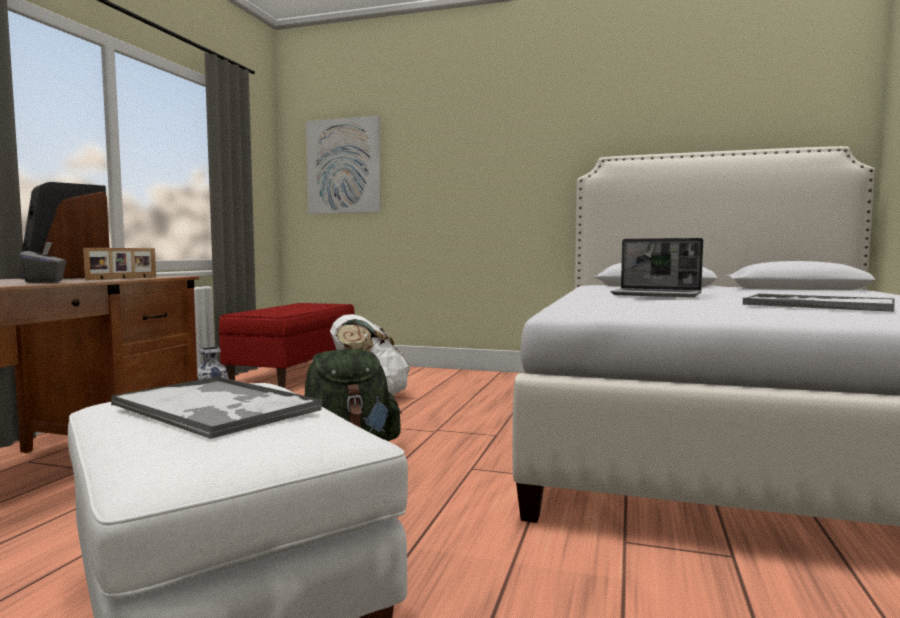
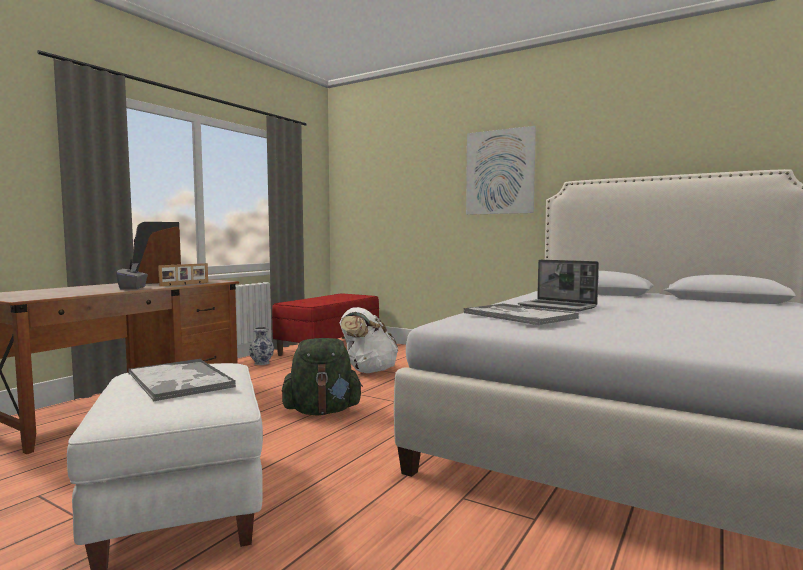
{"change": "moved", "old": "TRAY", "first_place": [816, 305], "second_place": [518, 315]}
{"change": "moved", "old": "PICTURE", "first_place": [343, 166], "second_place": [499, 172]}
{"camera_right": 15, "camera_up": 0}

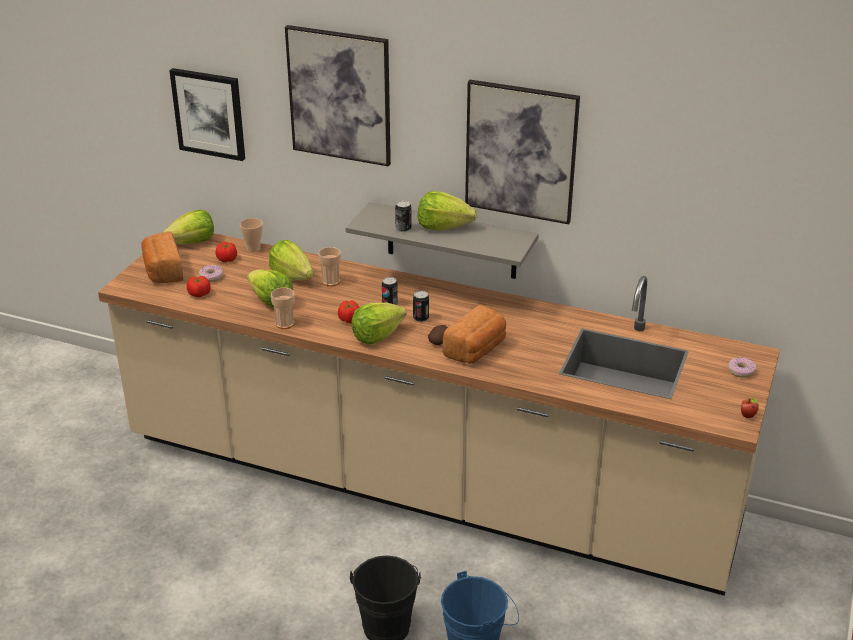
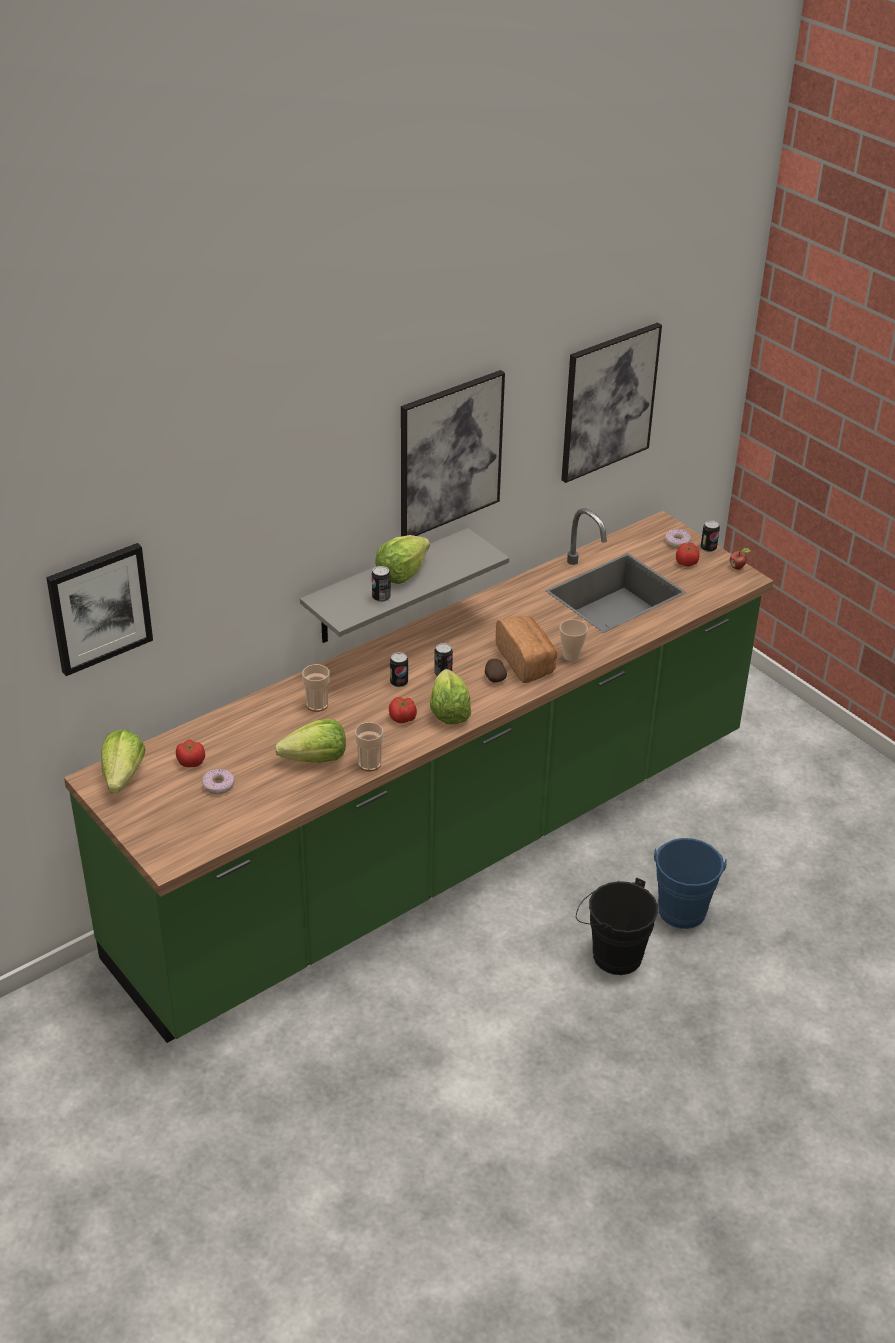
{"change": "recoloured", "old": "BEIGE-COLOURED KITCHEN COUNTER", "new": "GREEN KITCHEN COUNTER", "first_place": [426, 484], "second_place": [443, 847]}
{"change": "moved", "old": "DRINKING CUP", "first_place": [253, 249], "second_place": [571, 656]}
{"change": "moved", "old": "PICTURE", "first_place": [340, 95], "second_place": [608, 401]}
{"change": "moved", "old": "FRESH TOMATO", "first_place": [199, 294], "second_place": [686, 562]}
{"change": "added", "new": "CAN", "second_place": [708, 548]}
{"change": "removed", "old": "BREAD", "first_place": [163, 271]}
{"change": "removed", "old": "LETTUCE", "first_place": [292, 276]}
{"camera_right": -60, "camera_up": 5}

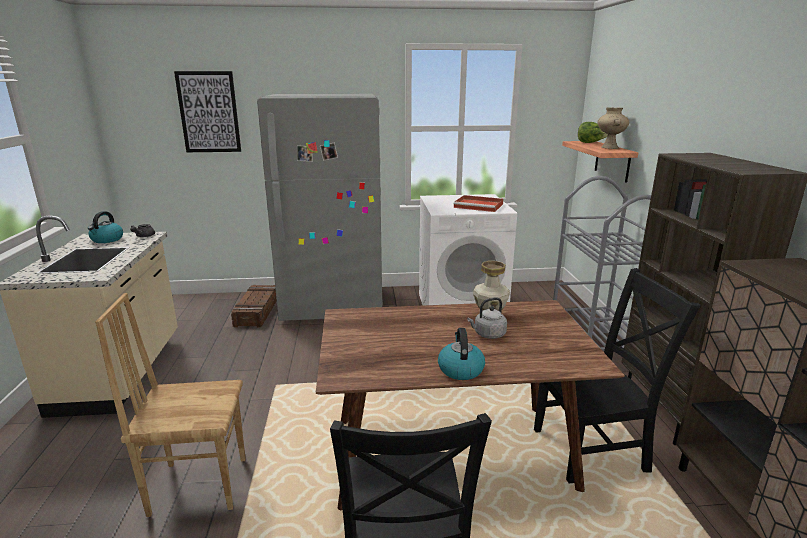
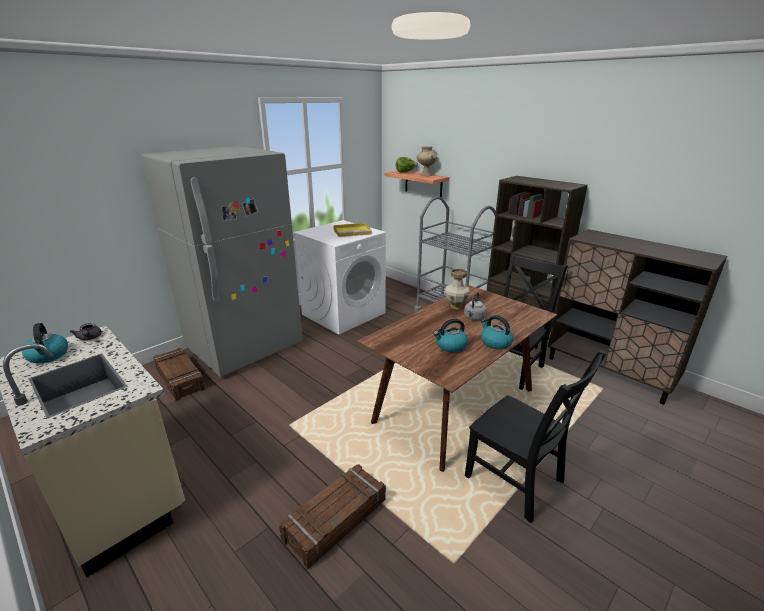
{"change": "replaced", "old": "BROWNISH CHAIR", "new": "SHIPPING CRATE", "first_place": [198, 484], "second_place": [335, 519]}
{"change": "recoloured", "old": "RED-COLOURED TRAY", "new": "YELLOW TRAY", "first_place": [479, 206], "second_place": [353, 231]}
{"change": "added", "new": "KETTLE", "second_place": [450, 346]}
{"change": "removed", "old": "PICTURE", "first_place": [209, 112]}
{"camera_right": -40, "camera_up": 5}

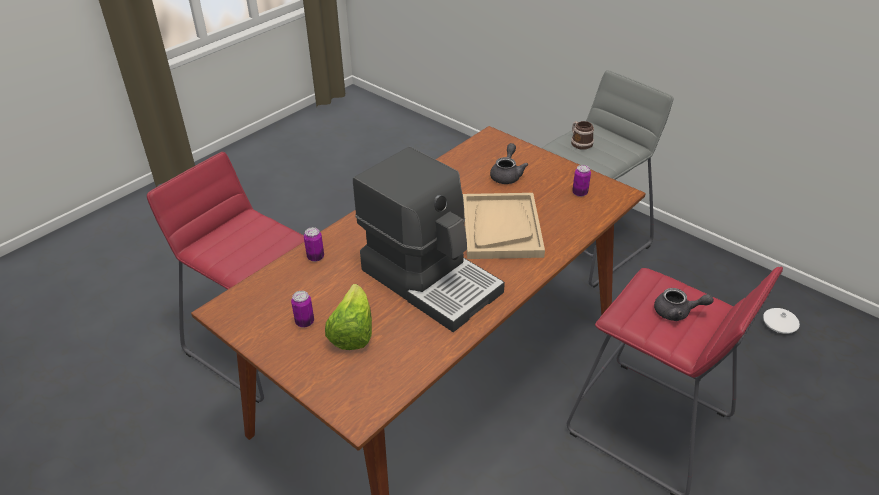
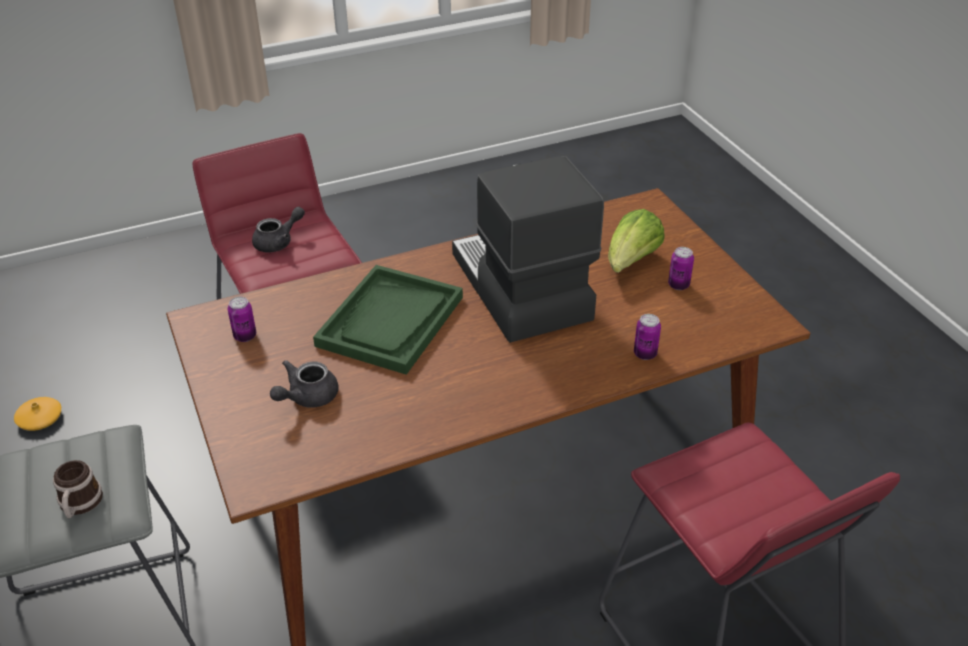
{"change": "recoloured", "old": "WHITE-COLOURED VASE", "new": "ORANGE-COLOURED VASE", "first_place": [779, 324], "second_place": [40, 418]}
{"change": "turned", "old": "GREY POT FOR TEA", "first_place": [677, 312], "second_place": [278, 242], "degrees": 105}
{"change": "recoloured", "old": "BEIGE-COLOURED TRAY", "new": "GREEN TRAY", "first_place": [501, 227], "second_place": [390, 322]}
{"camera_right": -155, "camera_up": 0}

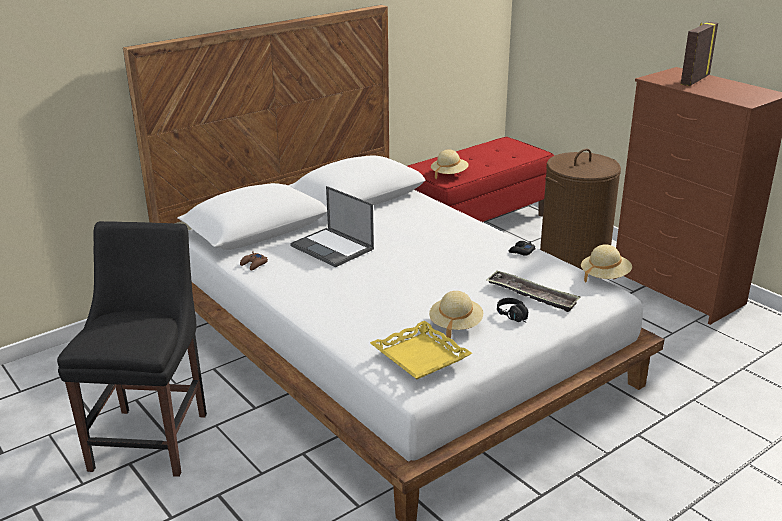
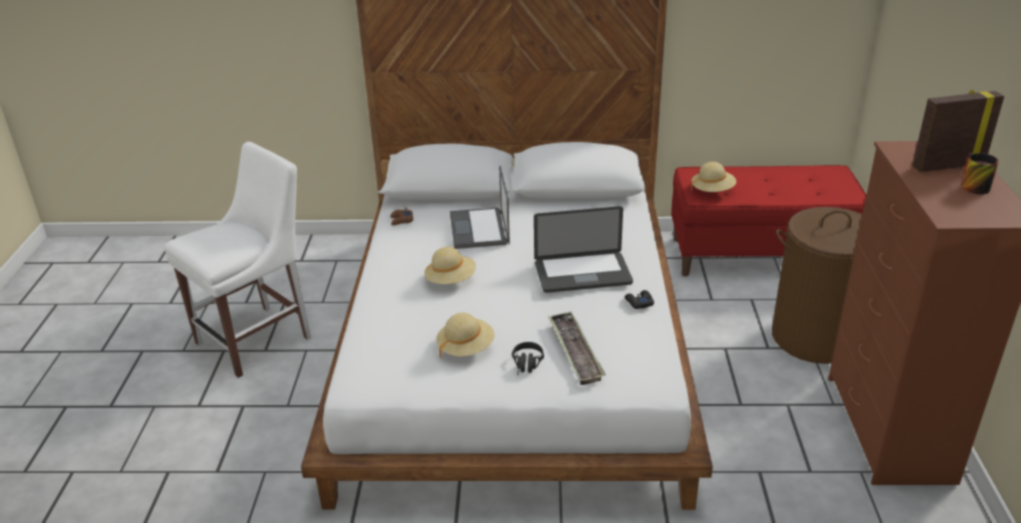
{"change": "recoloured", "old": "BLACK CHAIR", "new": "WHITE-COLOURED CHAIR", "first_place": [153, 437], "second_place": [259, 338]}
{"change": "moved", "old": "BEIGE-COLOURED CLOTHING HAT", "first_place": [604, 276], "second_place": [451, 280]}
{"change": "added", "new": "LAPTOP", "second_place": [582, 274]}
{"change": "added", "new": "COFFEE MUG", "second_place": [971, 185]}
{"change": "removed", "old": "YELLOW TRAY", "first_place": [419, 356]}
{"camera_right": 40, "camera_up": 5}

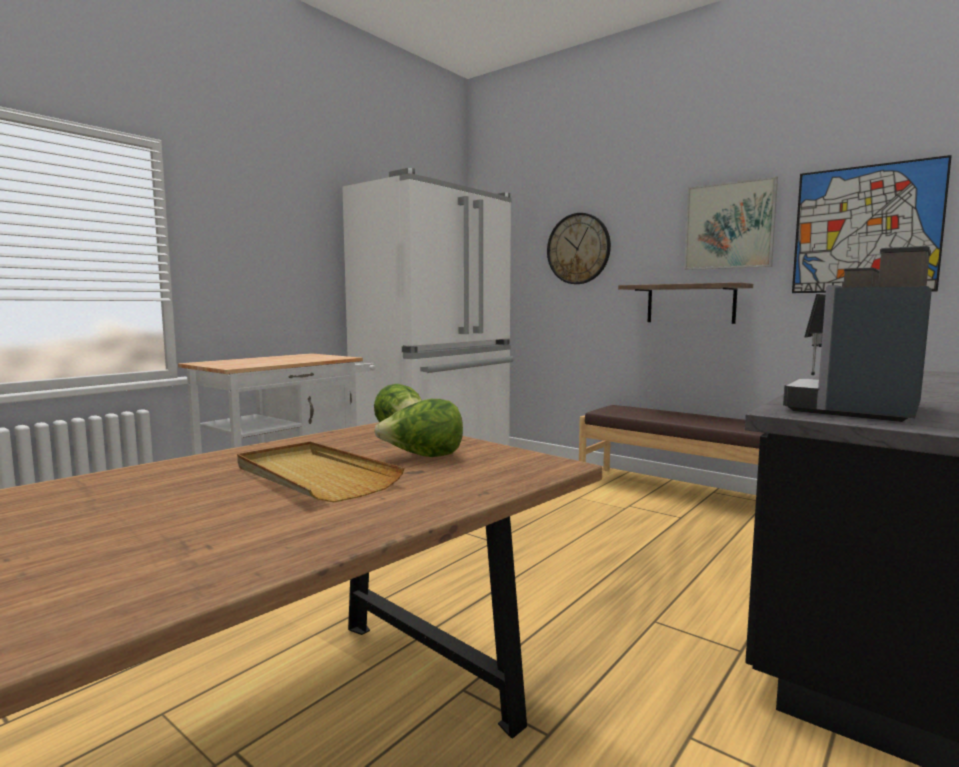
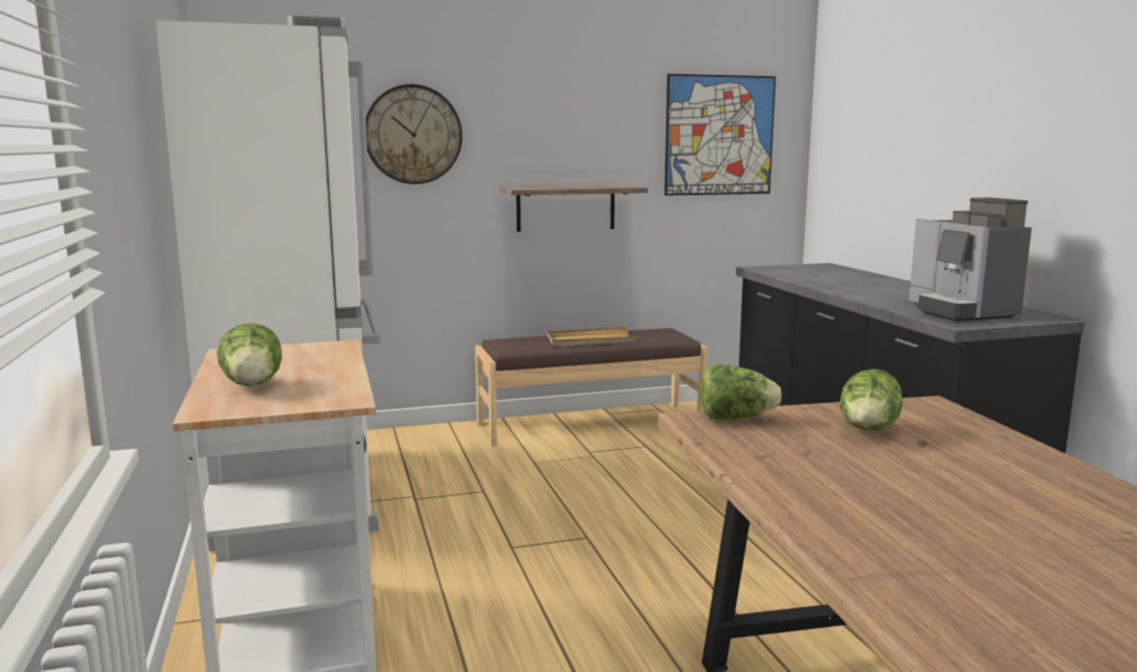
{"change": "added", "new": "LETTUCE", "second_place": [253, 386]}
{"change": "moved", "old": "BEIGE-COLOURED TRAY", "first_place": [313, 476], "second_place": [590, 340]}
{"change": "removed", "old": "PICTURE", "first_place": [729, 226]}
{"camera_right": -55, "camera_up": 5}

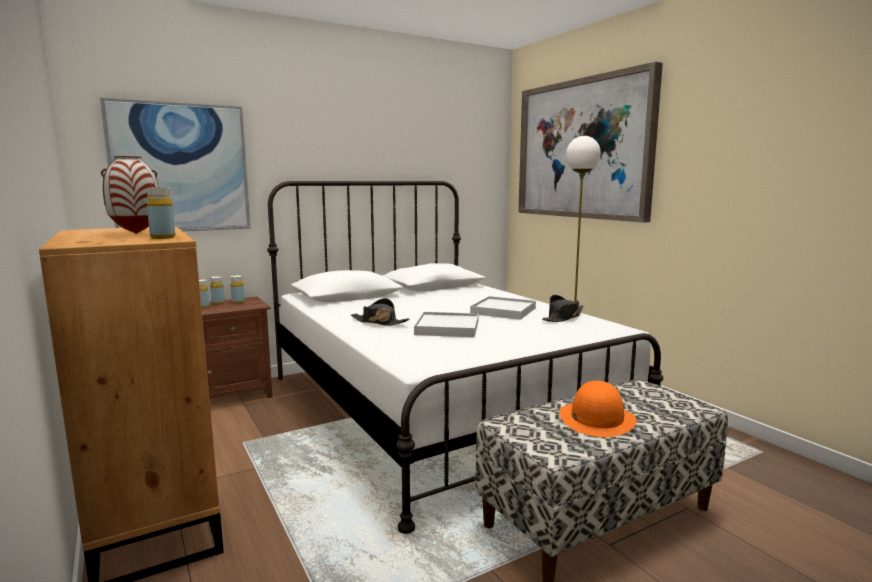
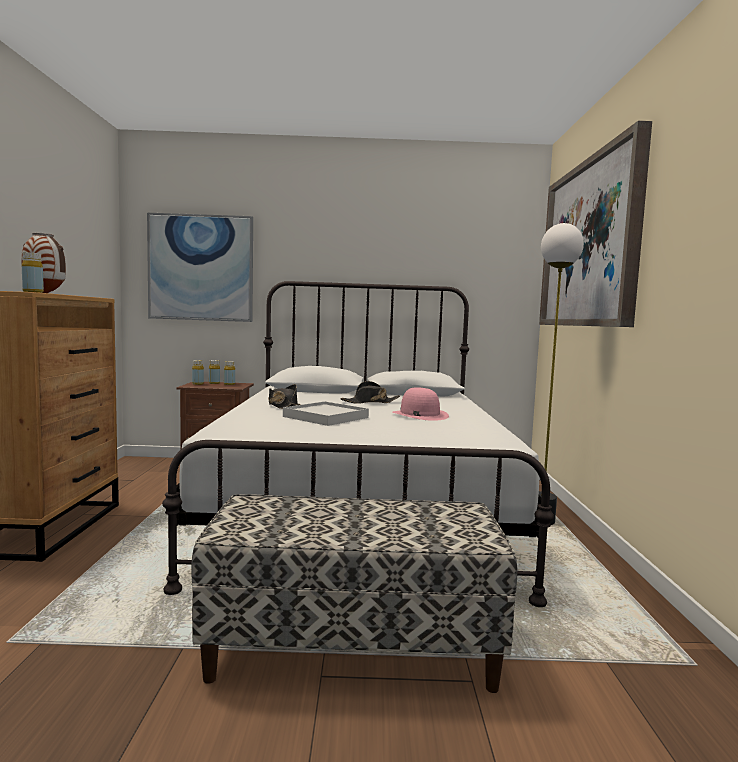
{"change": "moved", "old": "BLACK CLOTHING HAT", "first_place": [563, 317], "second_place": [370, 402]}
{"change": "replaced", "old": "WHITE-COLOURED TRAY", "new": "PINK-COLOURED CLOTHING HAT", "first_place": [503, 311], "second_place": [419, 415]}
{"change": "removed", "old": "ORANGE-COLOURED CLOTHING HAT", "first_place": [596, 419]}
{"camera_right": 30, "camera_up": -5}

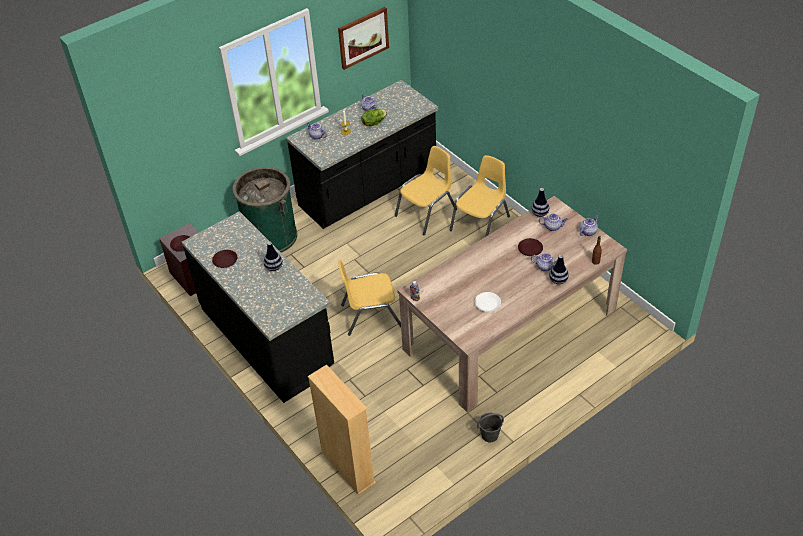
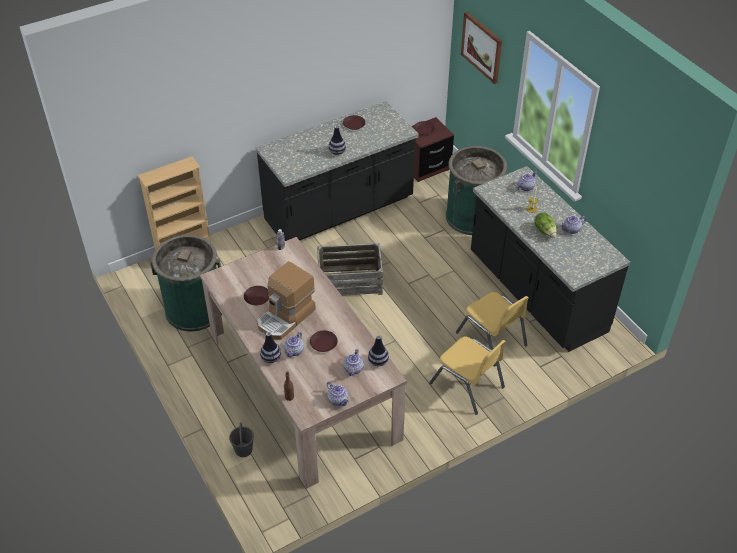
{"change": "added", "new": "GREEN RUBBISH BIN", "second_place": [194, 309]}
{"change": "moved", "old": "GREY WATER BUCKET", "first_place": [490, 435], "second_place": [243, 450]}
{"change": "recoloured", "old": "WHITE-COLOURED PLATE", "new": "BROWNISH PLATE", "first_place": [487, 304], "second_place": [257, 297]}
{"change": "added", "new": "COFFEE BREWER", "second_place": [286, 317]}
{"change": "replaced", "old": "YELLOW CHAIR", "new": "SHIPPING CRATE", "first_place": [370, 315], "second_place": [350, 280]}
{"change": "moved", "old": "PICTURE", "first_place": [363, 37], "second_place": [482, 47]}
{"camera_right": 95, "camera_up": 0}

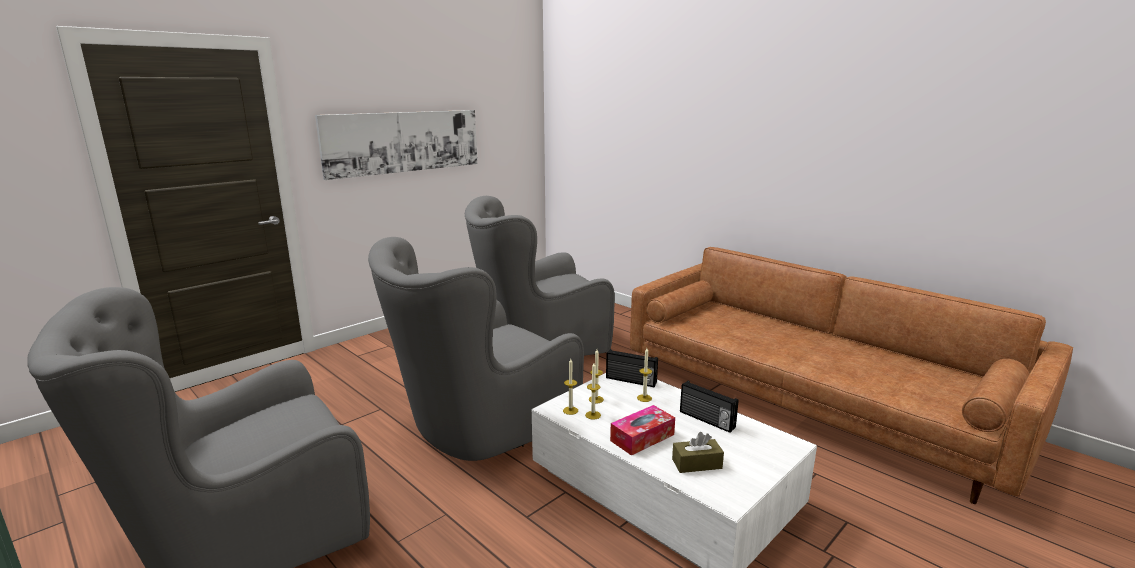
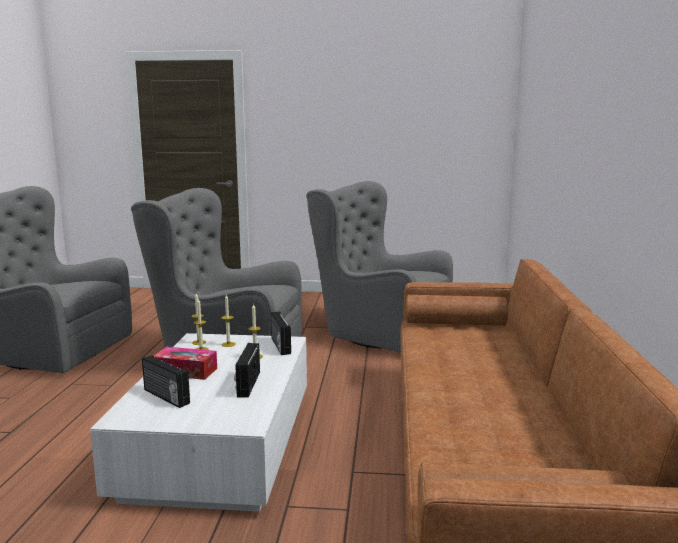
{"change": "replaced", "old": "BROWNISH BOX OF TISSUES", "new": "RADIO SET", "first_place": [696, 464], "second_place": [165, 397]}
{"change": "removed", "old": "PICTURE", "first_place": [404, 142]}
{"camera_right": 50, "camera_up": -5}

